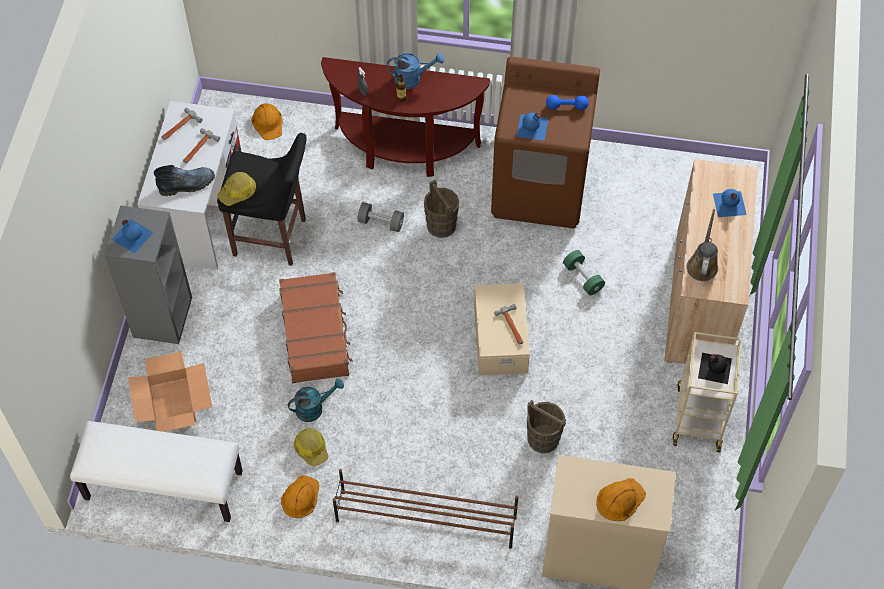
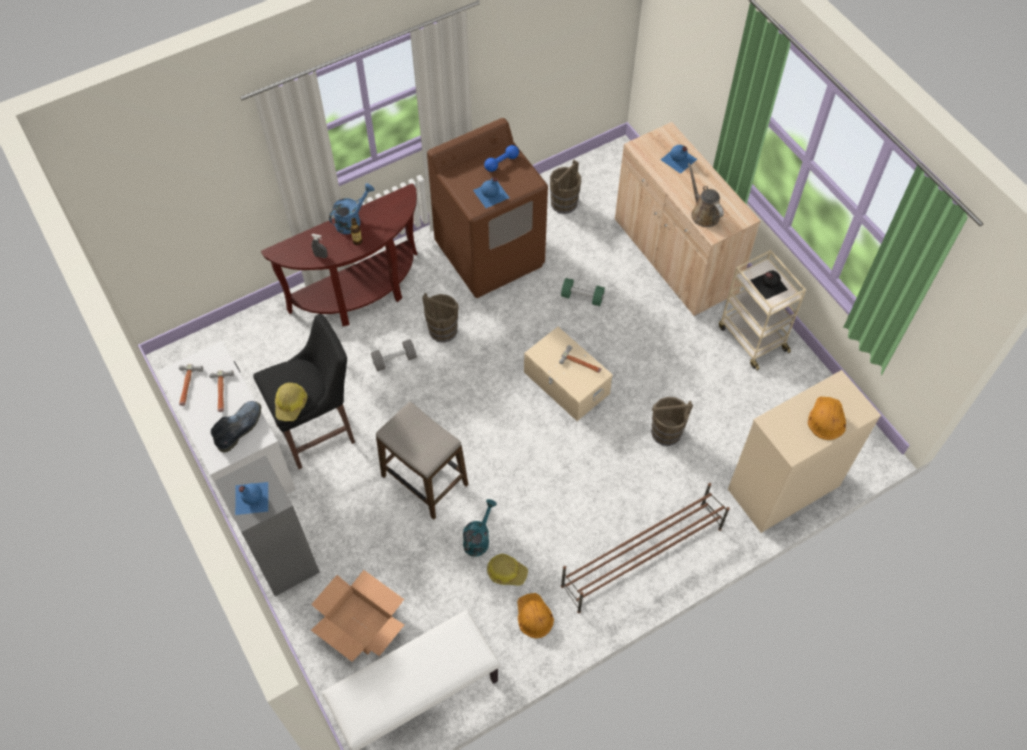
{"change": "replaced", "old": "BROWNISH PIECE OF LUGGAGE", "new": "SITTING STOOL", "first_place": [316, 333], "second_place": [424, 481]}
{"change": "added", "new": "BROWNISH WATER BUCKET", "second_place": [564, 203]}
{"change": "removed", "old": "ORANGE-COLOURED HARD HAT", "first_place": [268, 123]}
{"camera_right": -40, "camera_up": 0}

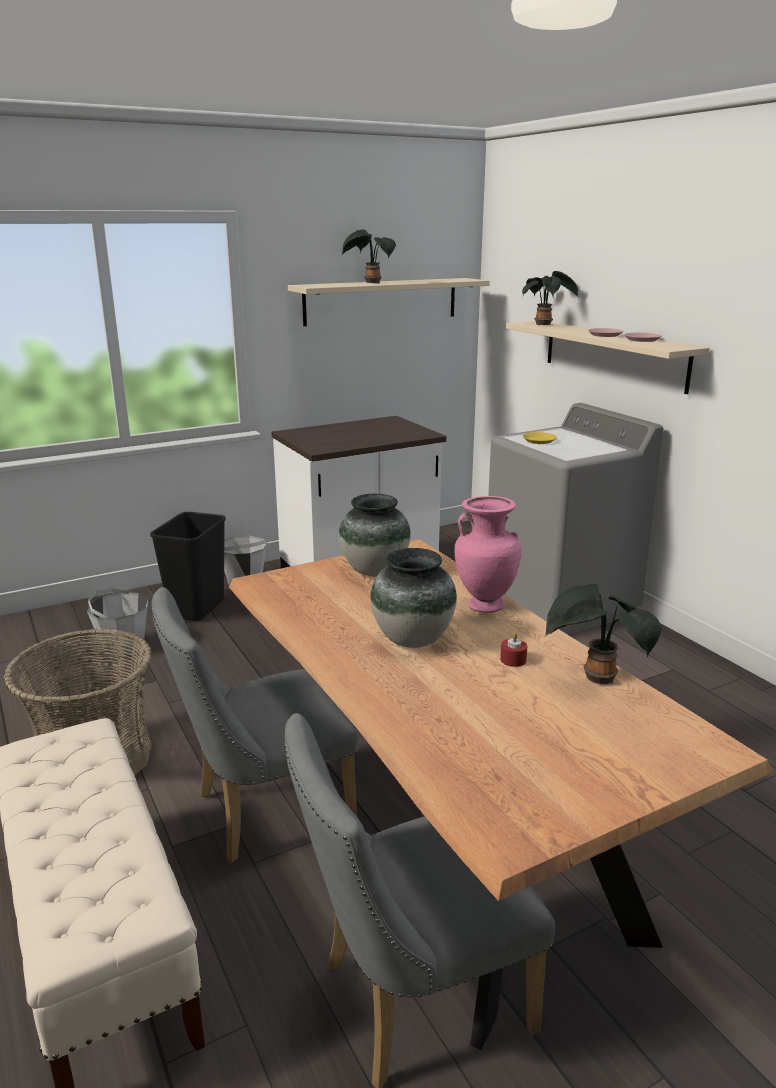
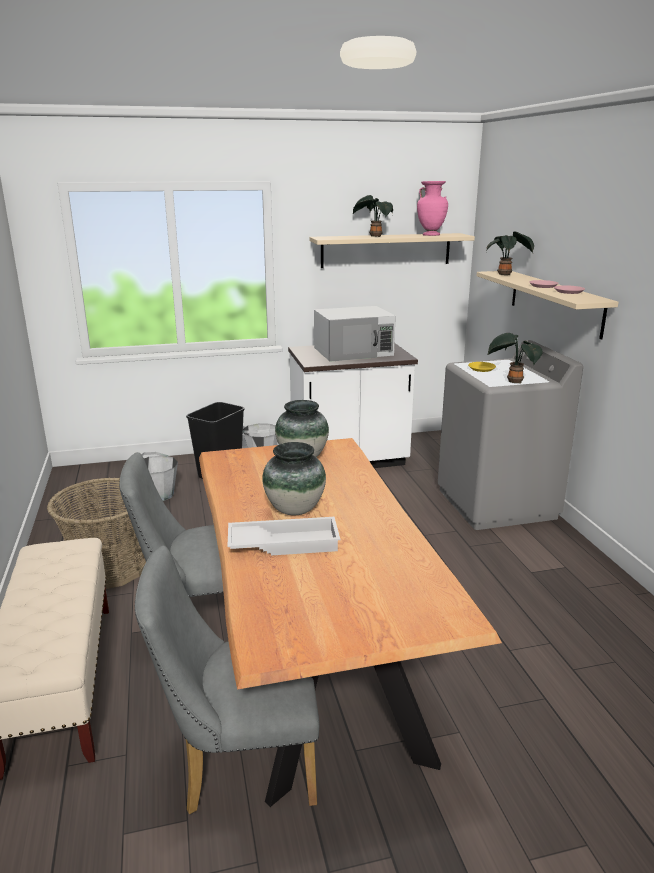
{"change": "added", "new": "WHITE-COLOURED TRAY", "second_place": [284, 542]}
{"change": "added", "new": "WHITE-COLOURED MICROWAVE", "second_place": [354, 351]}
{"change": "moved", "old": "PINK-COLOURED VASE", "first_place": [485, 606], "second_place": [431, 235]}
{"change": "moved", "old": "POTTED PLANT", "first_place": [595, 679], "second_place": [512, 381]}
{"change": "removed", "old": "RED-COLOURED CANDLE", "first_place": [513, 660]}
{"camera_right": 15, "camera_up": 0}

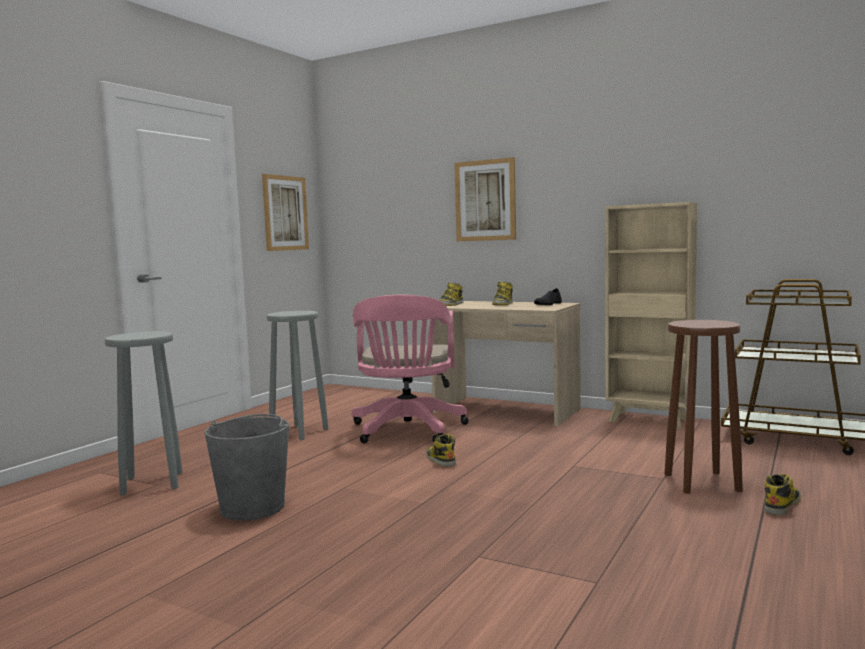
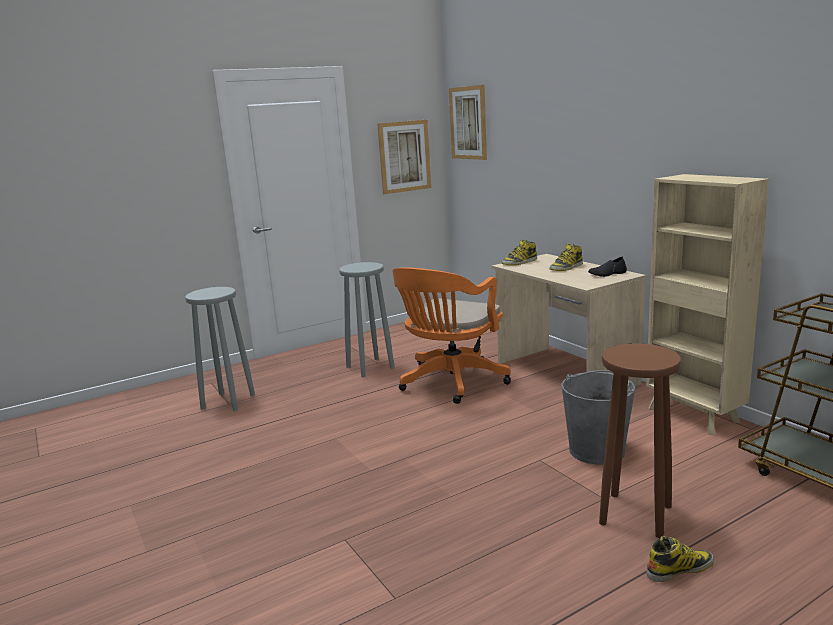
{"change": "recoloured", "old": "PINK-COLOURED OFFICE CHAIR", "new": "ORANGE-COLOURED OFFICE CHAIR", "first_place": [407, 431], "second_place": [450, 383]}
{"change": "moved", "old": "PICTURE", "first_place": [485, 200], "second_place": [468, 123]}
{"change": "moved", "old": "GREY WATER BUCKET", "first_place": [253, 507], "second_place": [597, 450]}
{"change": "removed", "old": "TALL BOOT", "first_place": [440, 459]}
{"camera_right": 30, "camera_up": 10}

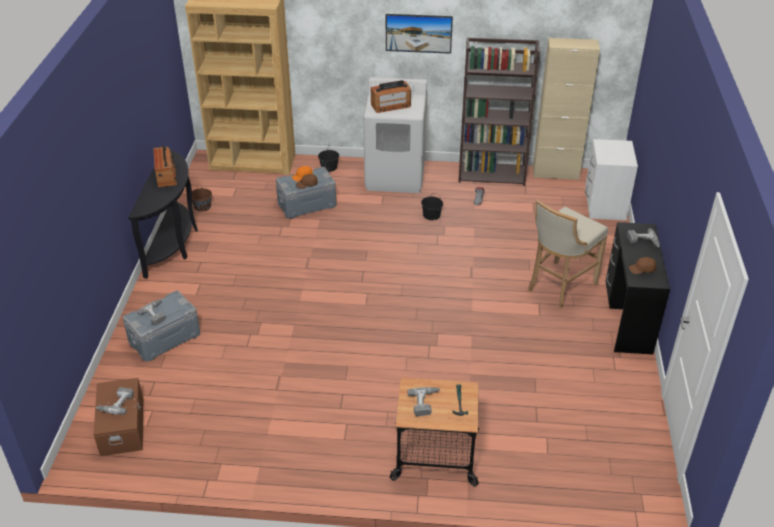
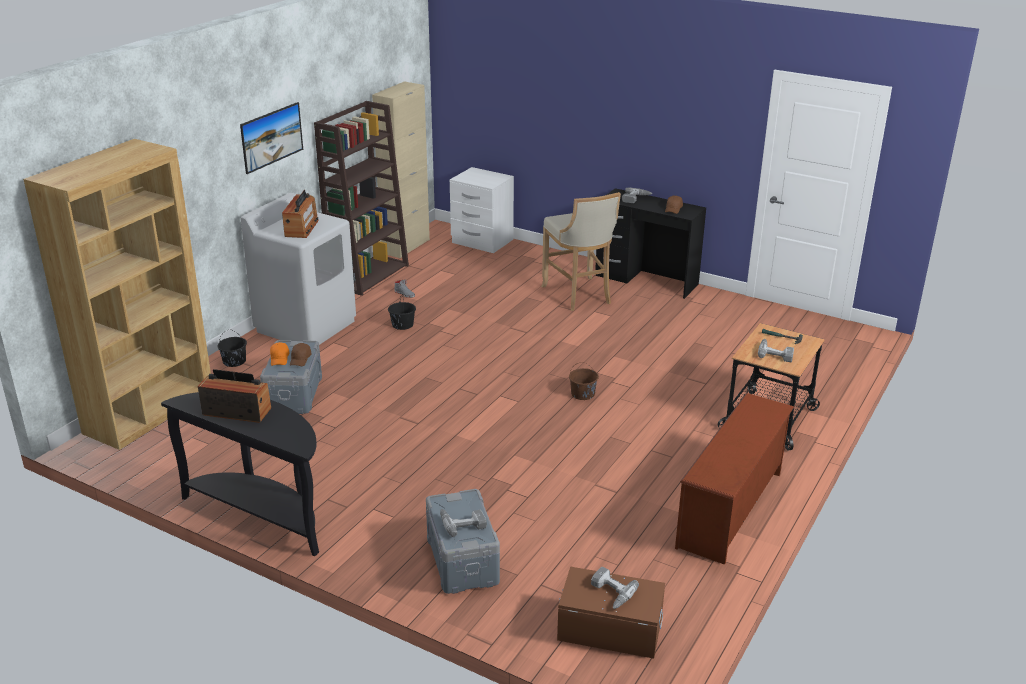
{"change": "moved", "old": "BROWNISH WATER BUCKET", "first_place": [202, 207], "second_place": [583, 394]}
{"change": "added", "new": "BROWNISH SHOE RACK", "second_place": [731, 510]}
{"camera_right": -65, "camera_up": -10}

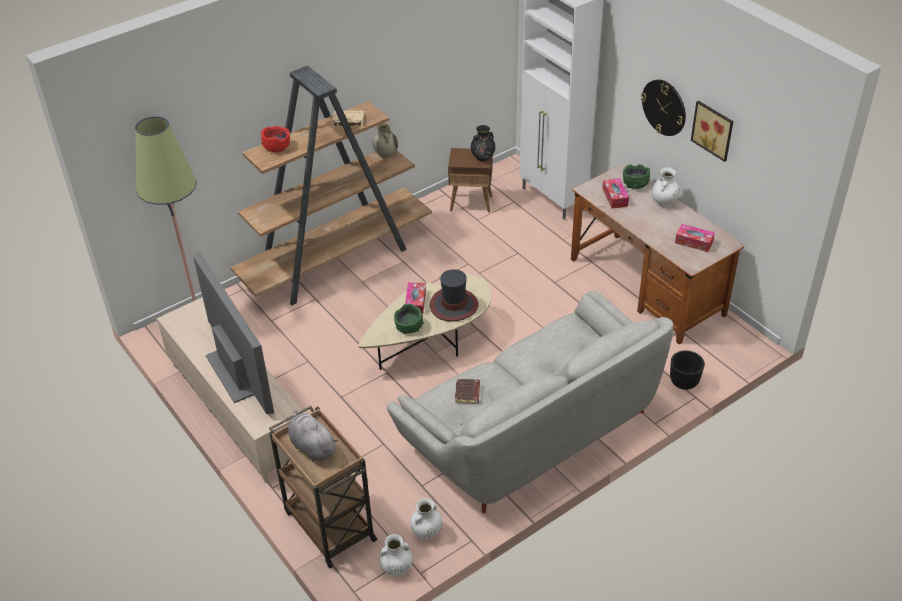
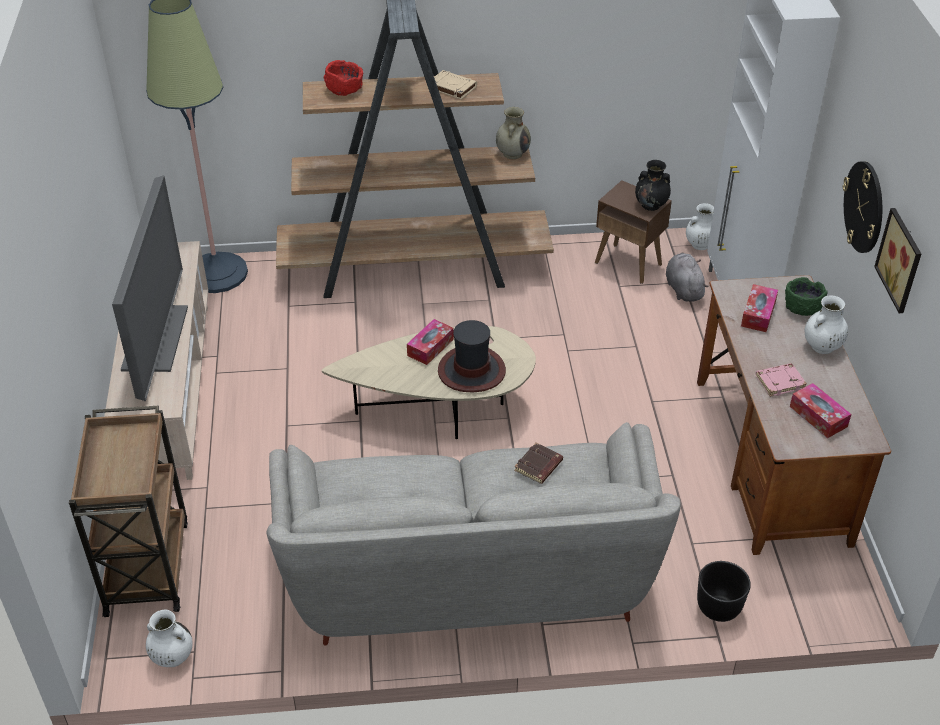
{"change": "moved", "old": "BROWNISH VOLUME", "first_place": [468, 393], "second_place": [539, 466]}
{"change": "moved", "old": "GREY CUDDLY TOY", "first_place": [312, 446], "second_place": [683, 289]}
{"change": "moved", "old": "WHITE-COLOURED VASE", "first_place": [426, 532], "second_place": [699, 245]}
{"change": "added", "new": "PINK-COLOURED VOLUME", "second_place": [780, 382]}
{"change": "removed", "old": "GREEN DEEP DISH", "first_place": [409, 326]}
{"camera_right": 30, "camera_up": 0}

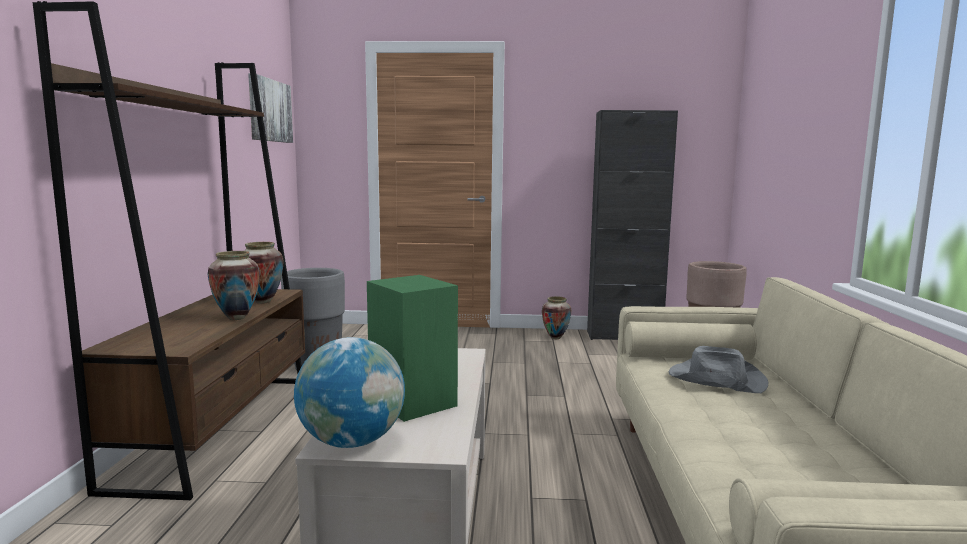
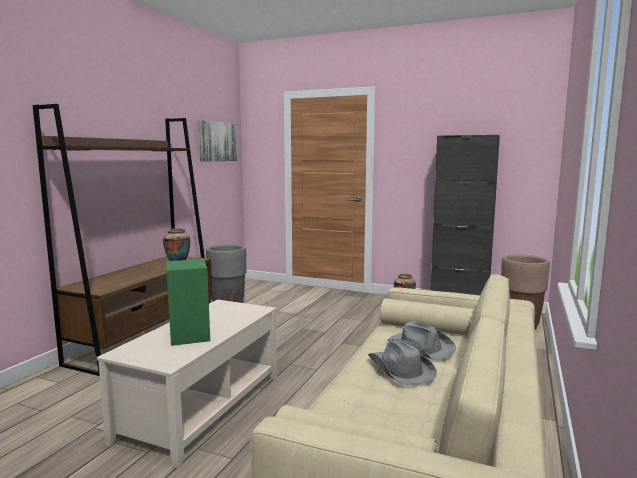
{"change": "added", "new": "GREY CLOTHING HAT", "second_place": [400, 370]}
{"change": "removed", "old": "VASE", "first_place": [236, 318]}
{"change": "removed", "old": "DESK GLOBE", "first_place": [352, 442]}
{"camera_right": 20, "camera_up": 0}

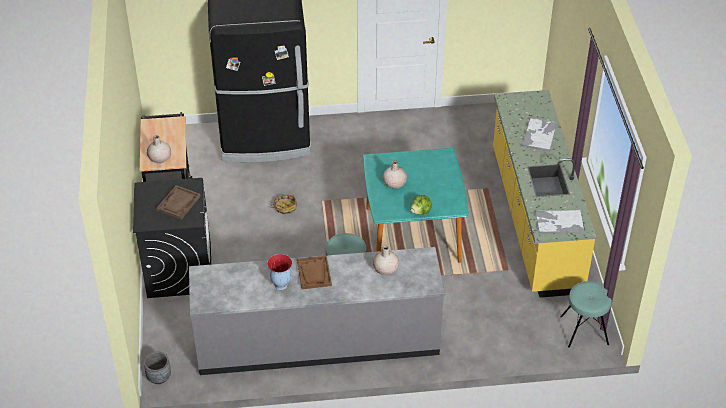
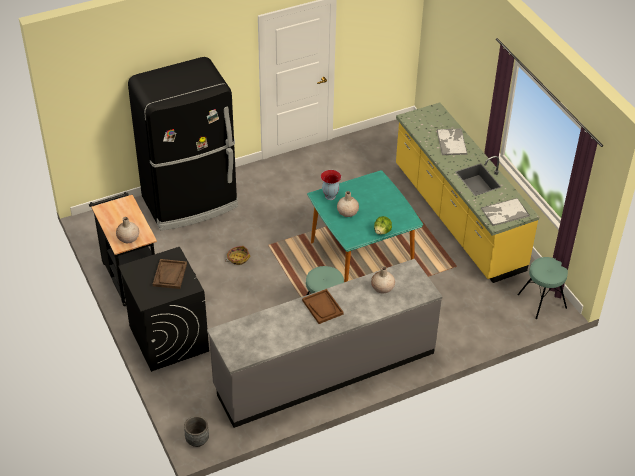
{"change": "moved", "old": "VASE", "first_place": [280, 285], "second_place": [330, 196]}
{"camera_right": -20, "camera_up": 0}

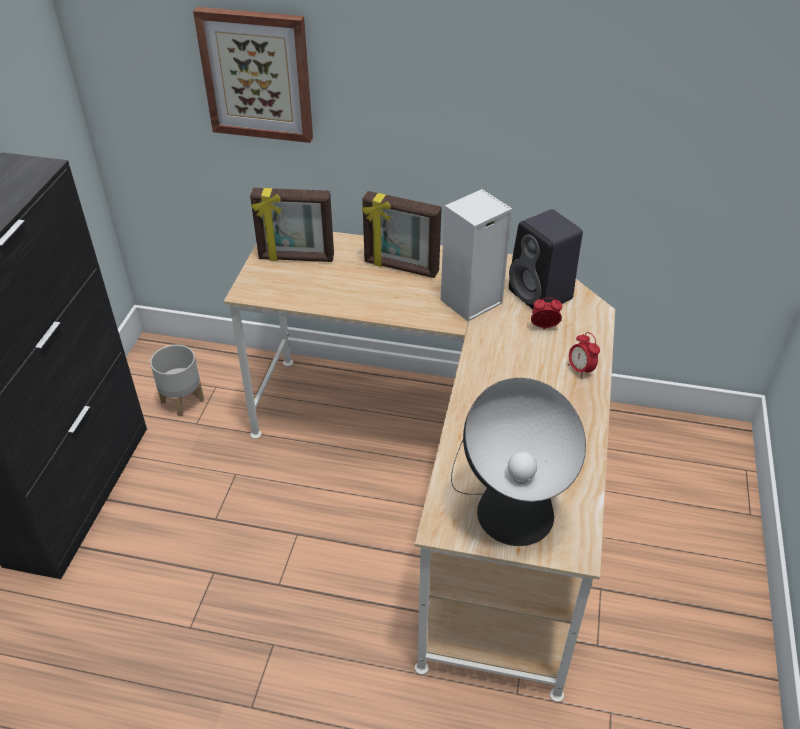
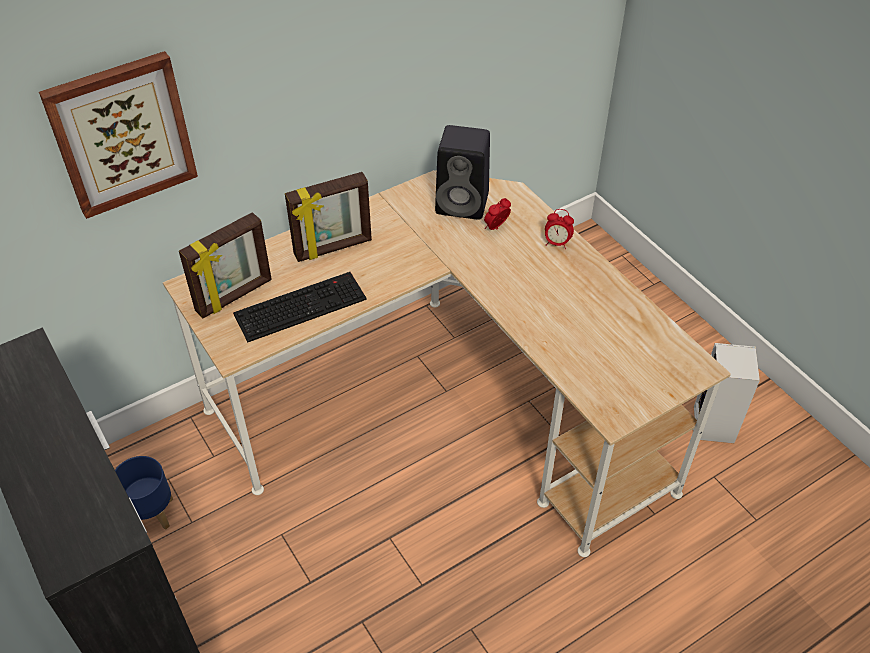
{"change": "recoloured", "old": "GREY PLANT POT", "new": "BLUE-COLOURED PLANT POT", "first_place": [183, 400], "second_place": [152, 513]}
{"change": "added", "new": "PC KEYBOARD", "second_place": [301, 305]}
{"change": "moved", "old": "AUDIO SPEAKER", "first_place": [470, 303], "second_place": [715, 426]}
{"change": "removed", "old": "TABLETOP LAMP", "first_place": [507, 503]}
{"camera_right": -45, "camera_up": 5}

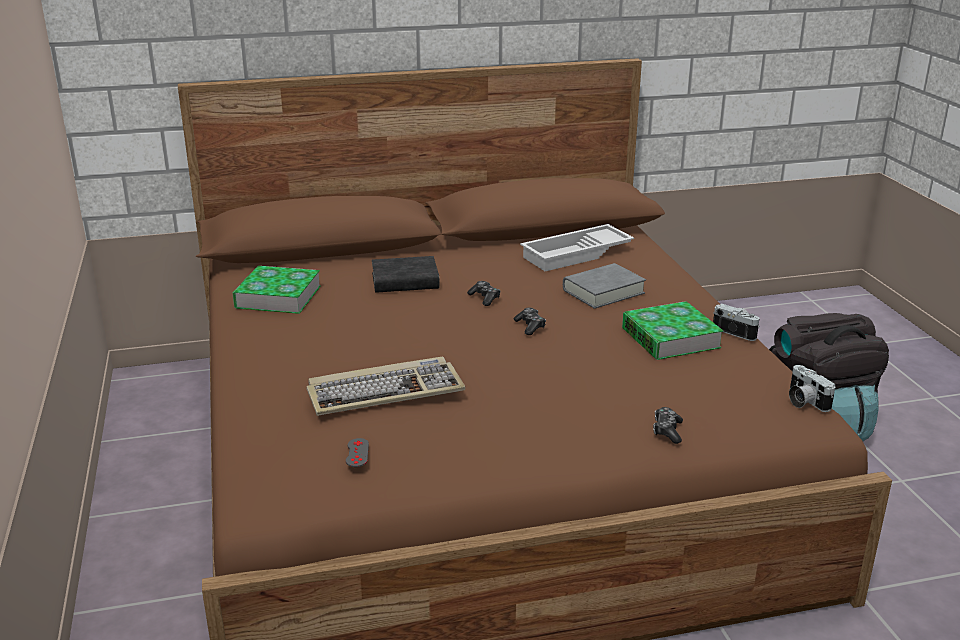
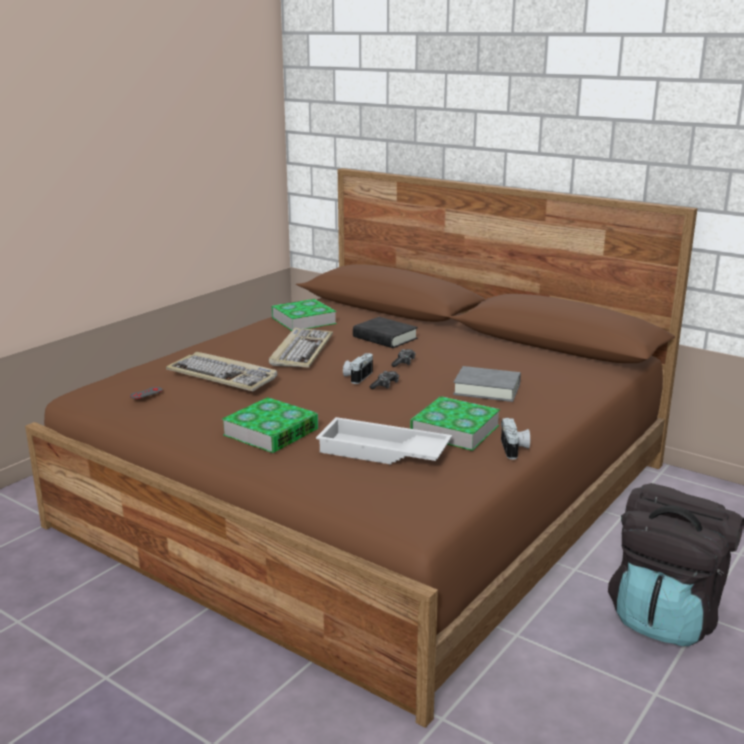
{"change": "added", "new": "VOLUME", "second_place": [271, 432]}
{"change": "added", "new": "PC KEYBOARD", "second_place": [301, 351]}
{"change": "moved", "old": "WHITE-COLOURED TRAY", "first_place": [577, 255], "second_place": [382, 452]}
{"change": "moved", "old": "PHOTO CAMERA", "first_place": [804, 401], "second_place": [357, 376]}
{"change": "removed", "old": "JOYPAD", "first_place": [667, 431]}
{"camera_right": 50, "camera_up": -5}

